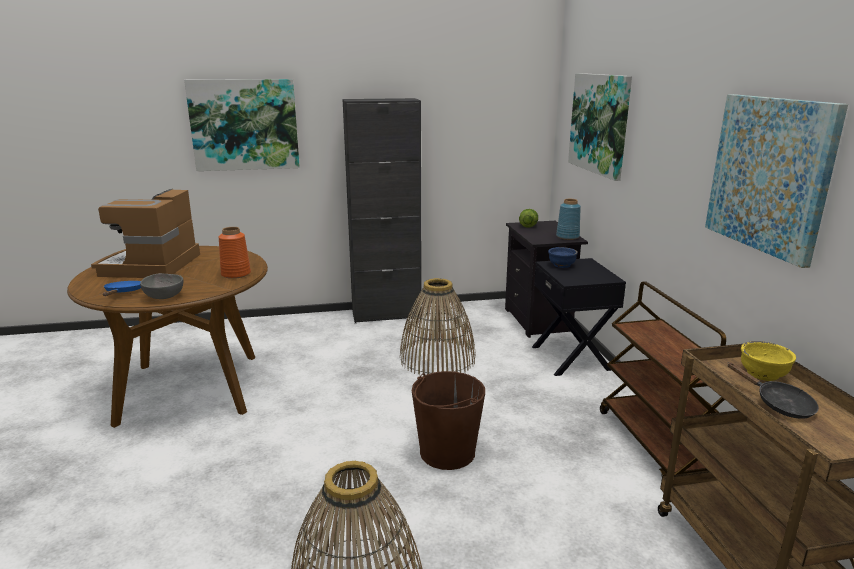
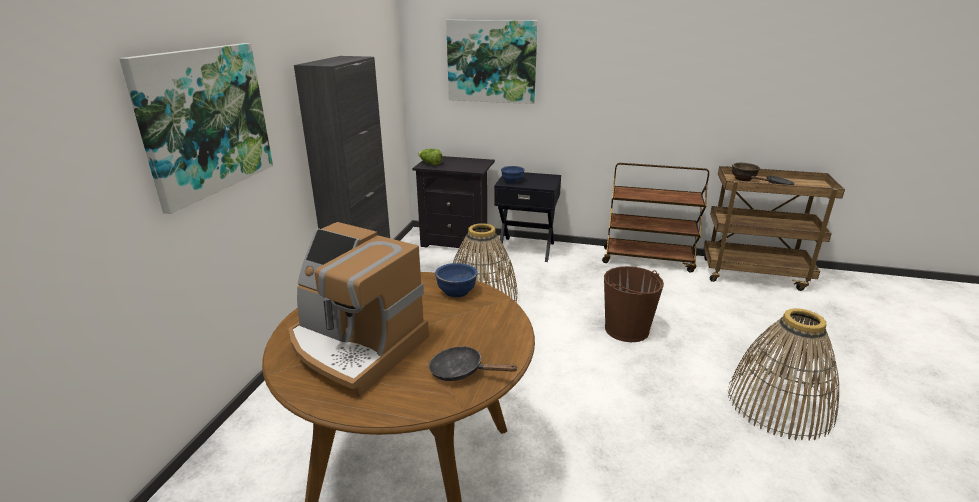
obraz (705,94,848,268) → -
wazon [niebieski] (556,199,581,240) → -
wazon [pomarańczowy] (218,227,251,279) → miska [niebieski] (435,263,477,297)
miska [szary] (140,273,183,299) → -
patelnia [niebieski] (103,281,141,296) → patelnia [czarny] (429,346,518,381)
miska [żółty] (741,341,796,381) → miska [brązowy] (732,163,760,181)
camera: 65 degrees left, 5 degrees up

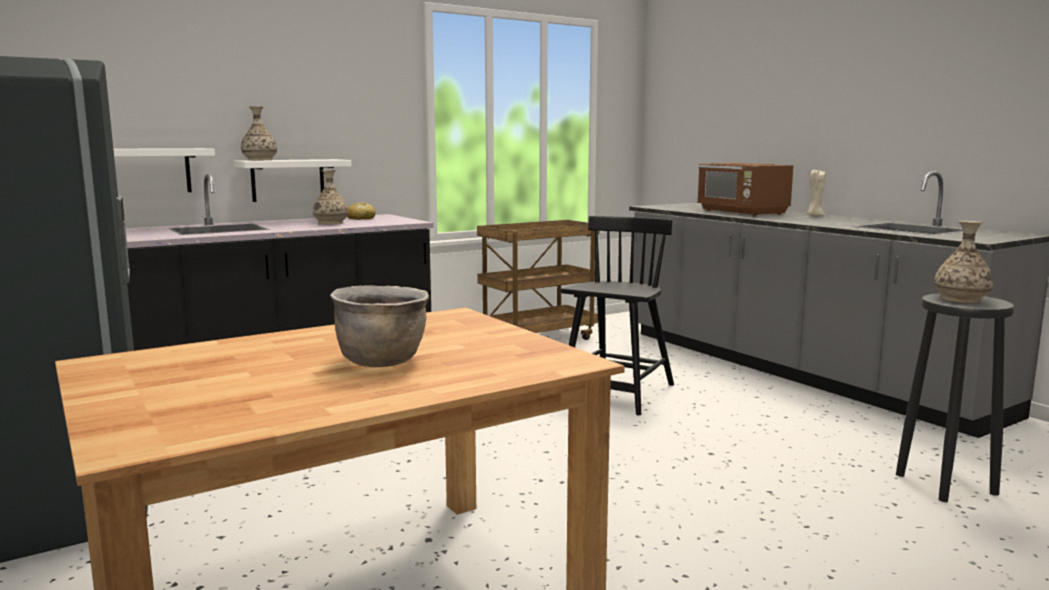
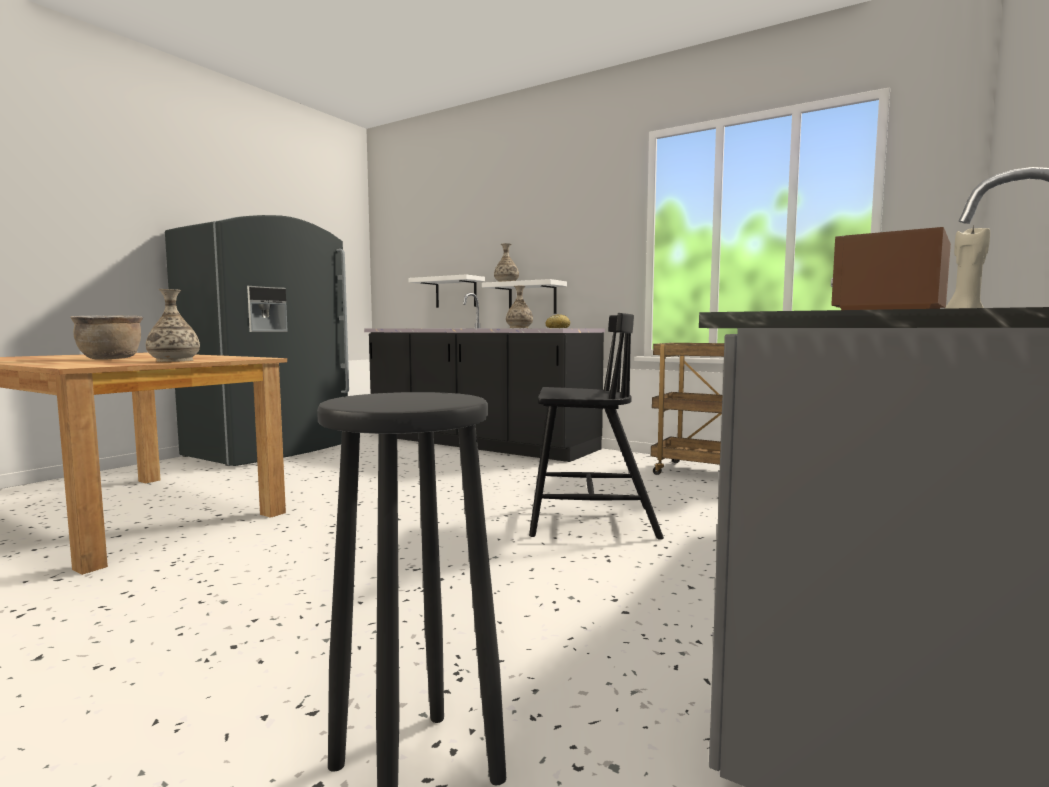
wazon (934,221,993,303) → wazon (146,289,200,362), move
camera: 65 degrees right, 5 degrees down

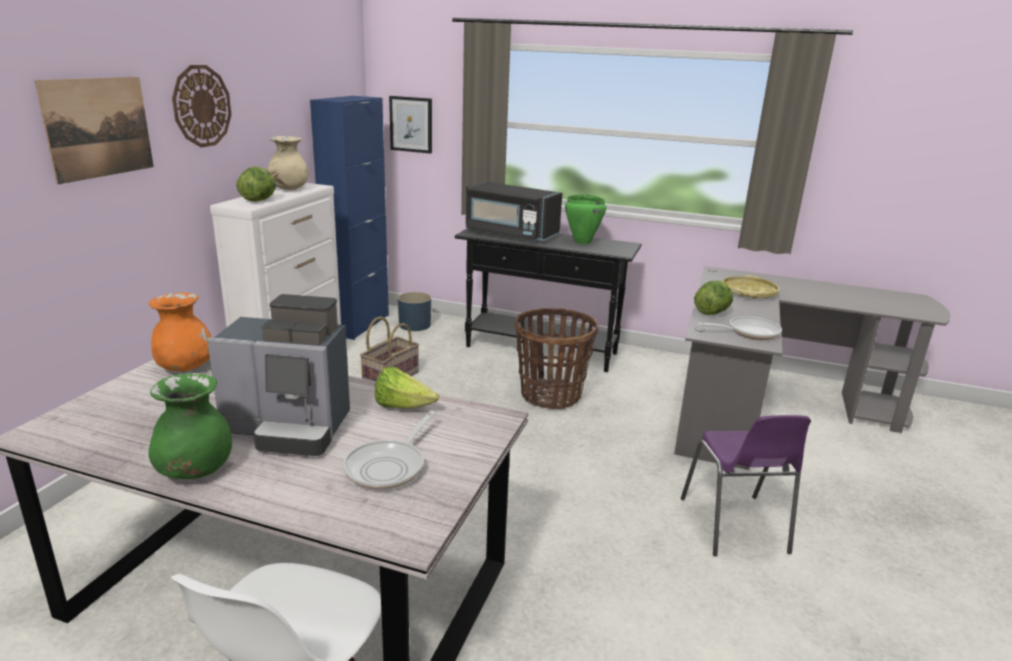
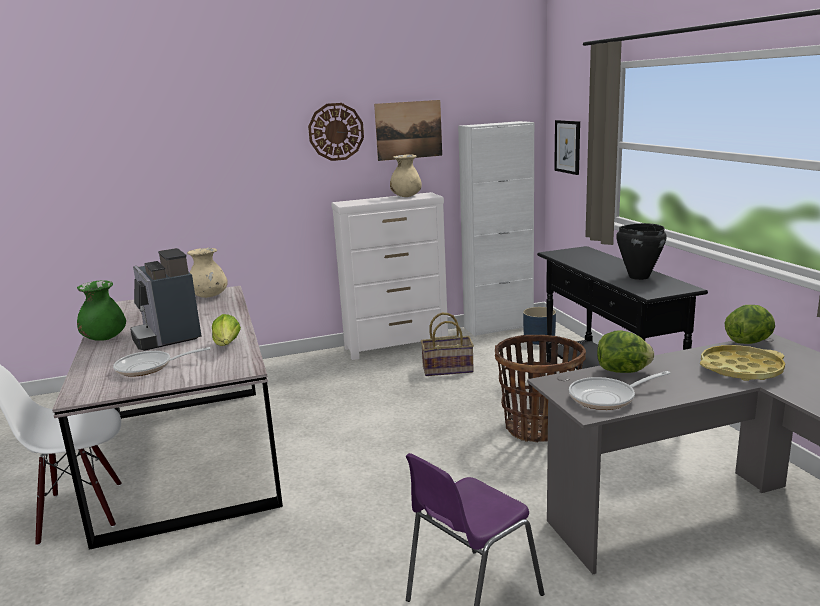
obraz (34,77,154,184) → obraz (374,100,442,161), move
szafka [niebieski] (310,96,389,340) → szafka [biały] (458,121,534,337)
sałata (236,167,276,201) → sałata (724,305,775,344), move
mikrofalówka [czarny] (466,181,562,242) → -
garnek [zielony] (565,194,606,244) → garnek [czarny] (616,223,667,280)
wazon [pomarańczowy] (149,292,211,371) → wazon [beżowy] (187,248,228,298)
patelnia (698,316,782,340) → patelnia (569,371,670,410), 120 degrees clockwise
camera: 55 degrees right, 5 degrees down

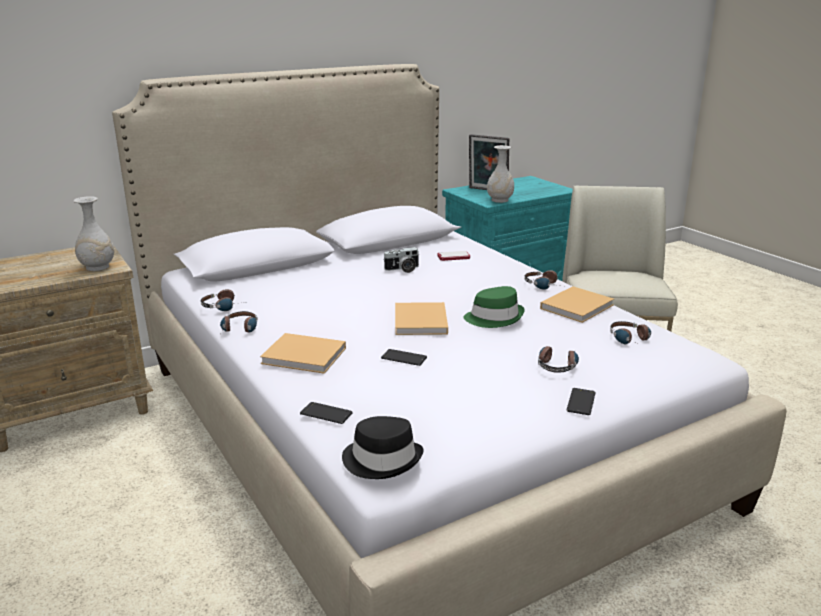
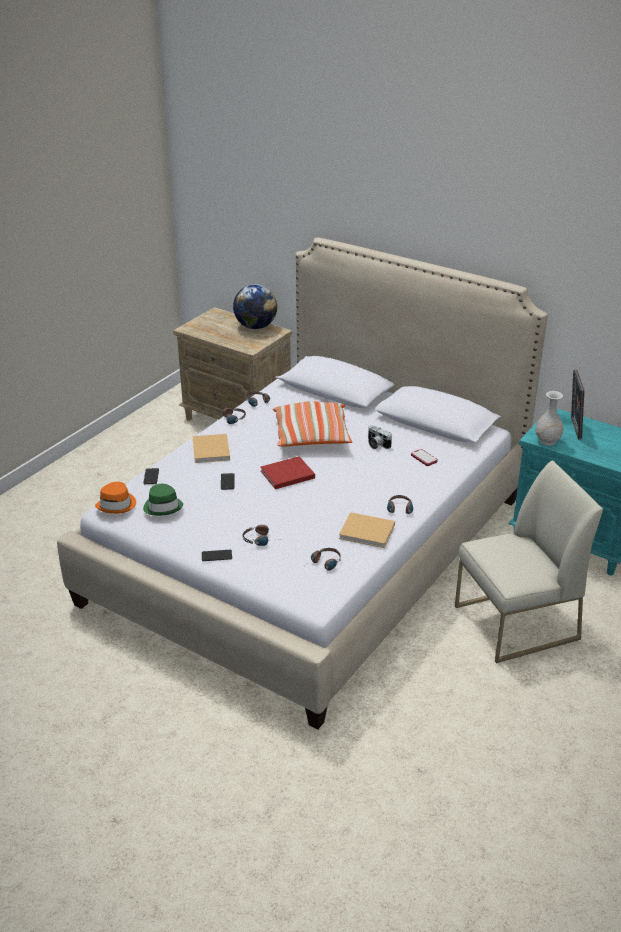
wazon [biały] (74,196,114,271) → -
kapelusz [zielony] (464,286,525,328) → kapelusz [zielony] (143,484,183,516), move
książka [beżowy] (395,302,448,335) → książka [czerwony] (261,456,315,489)
kapelusz [czarny] (342,416,424,479) → kapelusz [pomarańczowy] (95,482,136,514)
- → globus (233,284,277,329)
- → poduszka (273,401,352,446)
camera: 65 degrees right, 10 degrees up

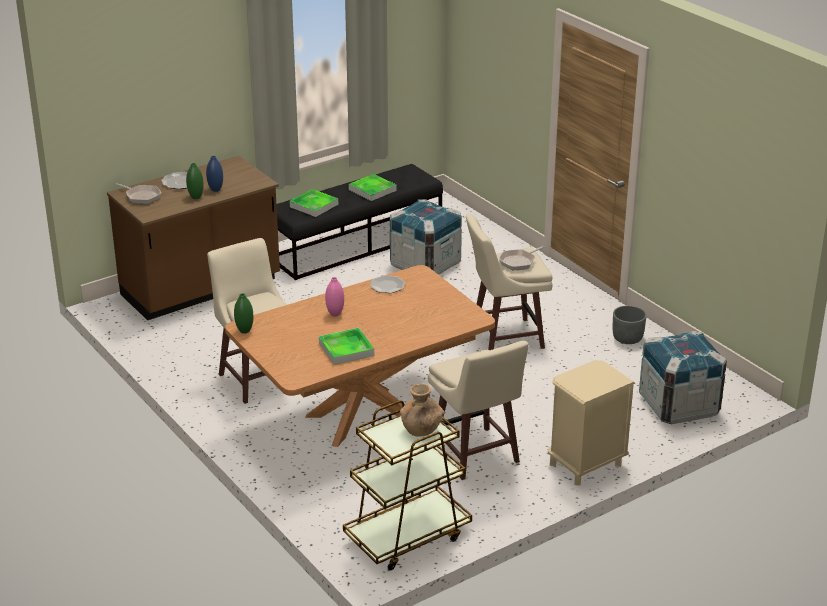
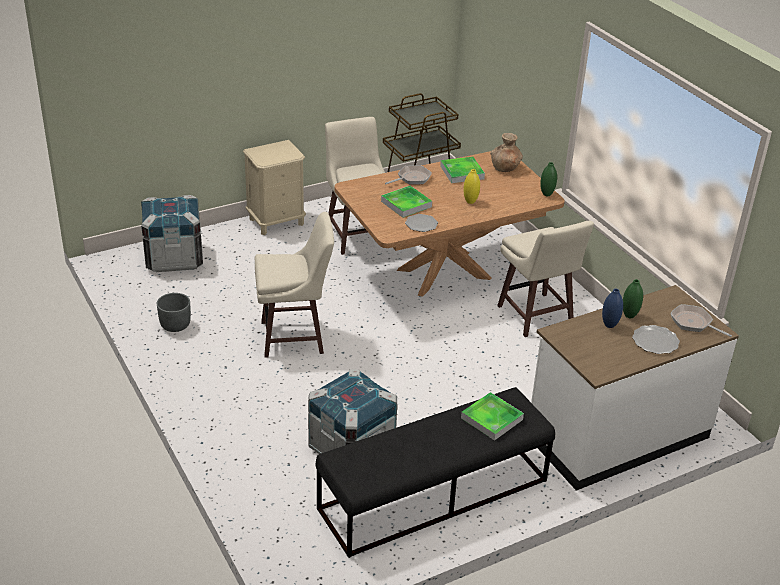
zabudowa kuchenna [brązowy] (107,156,280,320) → zabudowa kuchenna [biały] (531,285,739,491)
taca (349,174,397,201) → taca (381,186,432,218), move
patelnia (499,246,545,270) → patelnia (385,165,432,185), move
wazon [różowy] (325,277,344,317) → wazon [żółty] (463,169,480,204)
wazon [brązowy] (400,383,444,437) → wazon [brązowy] (490,133,523,172), move
camera: 175 degrees left, 5 degrees up

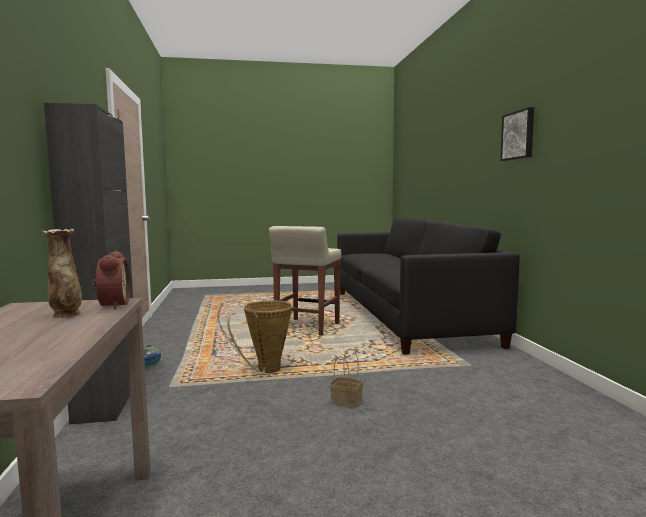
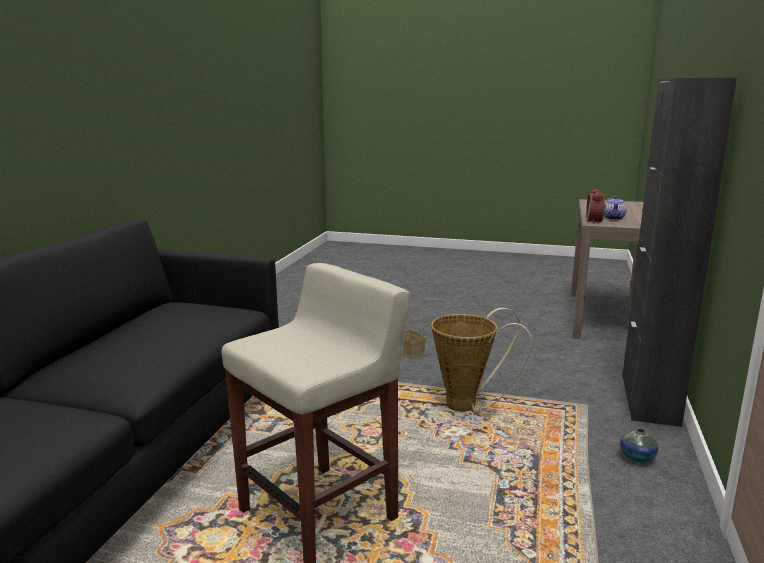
obraz (500,107,534,161) → -
wazon (41,229,82,318) → imbryk (604,196,627,220)
camera: 155 degrees left, 10 degrees up

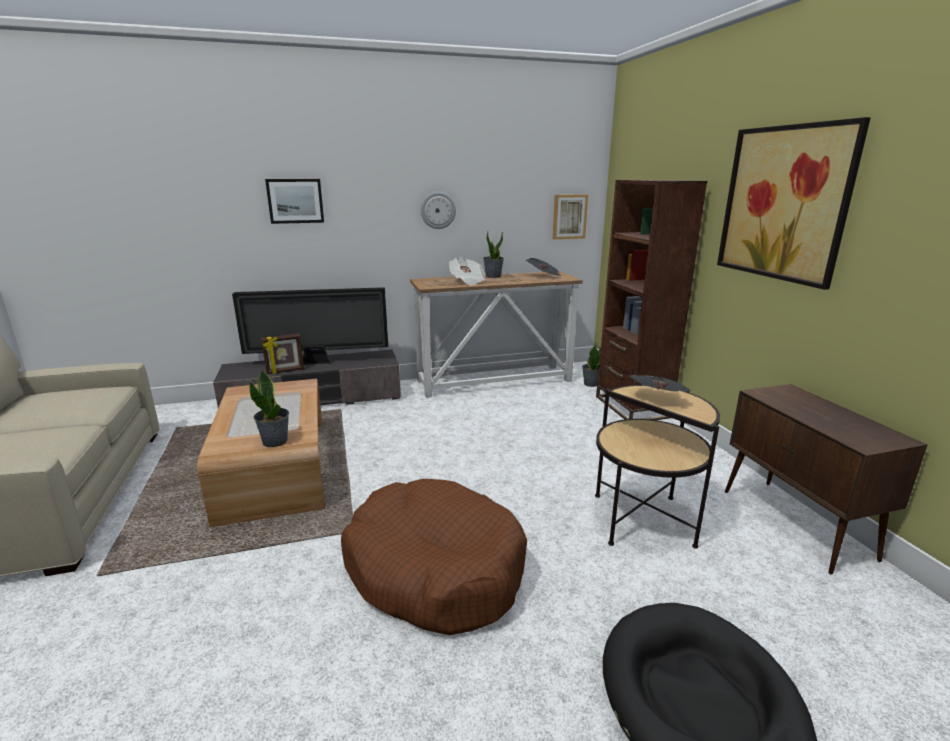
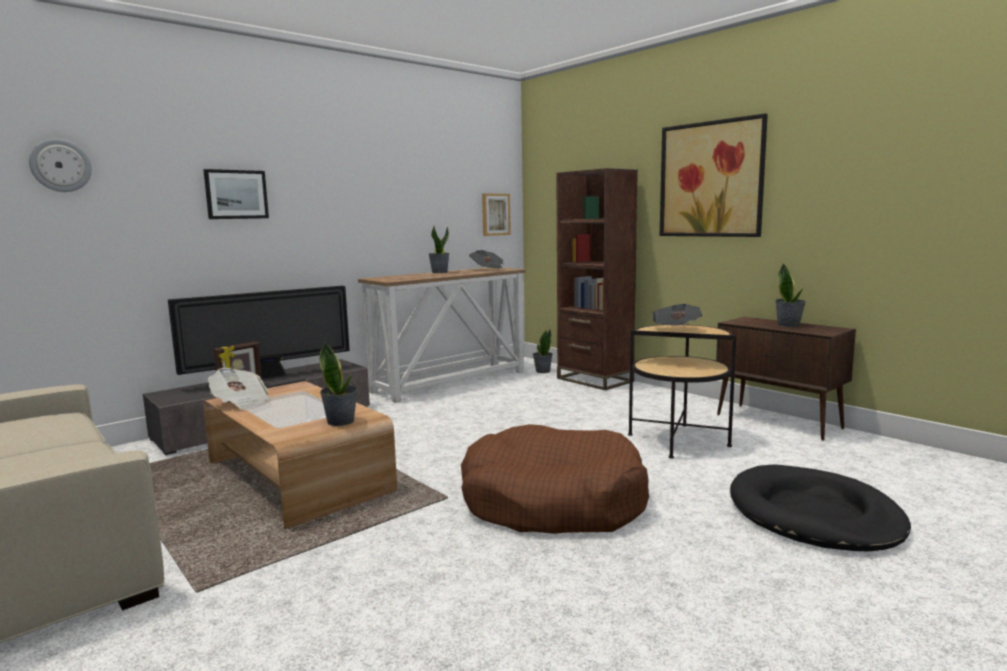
zegar ścienny (421,192,456,229) → zegar ścienny (29,139,92,192), move
gazeta (449,257,486,285) → gazeta (208,368,270,410), move
- → roślina doniczkowa (775,264,806,327)
camera: 25 degrees left, 10 degrees down

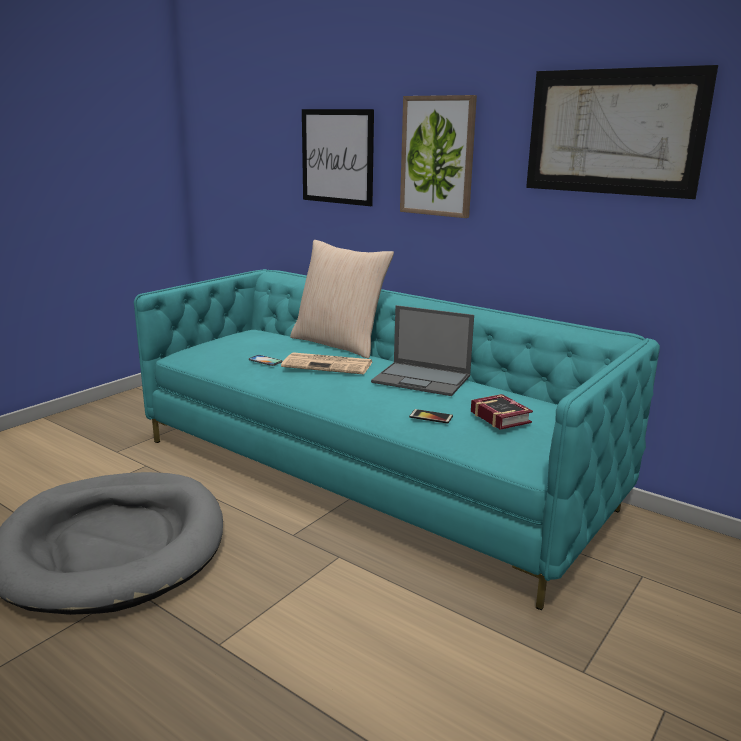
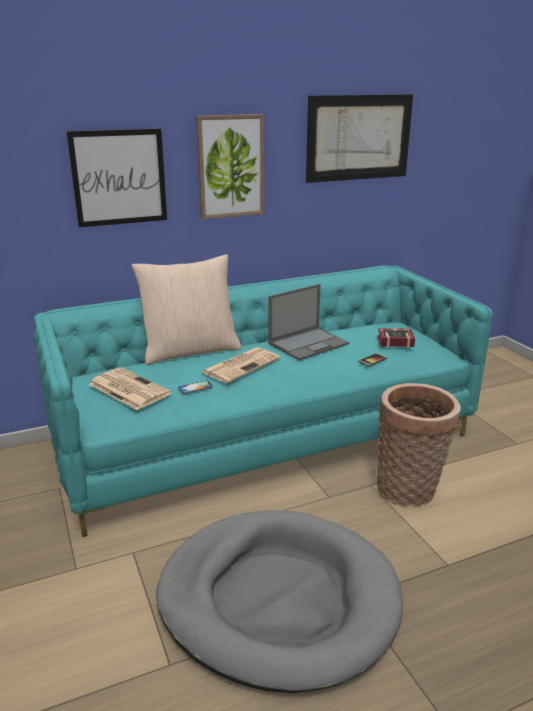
- → gazeta (89,368,171,410)
- → koszyk (377,383,461,507)
camera: 60 degrees left, 5 degrees up

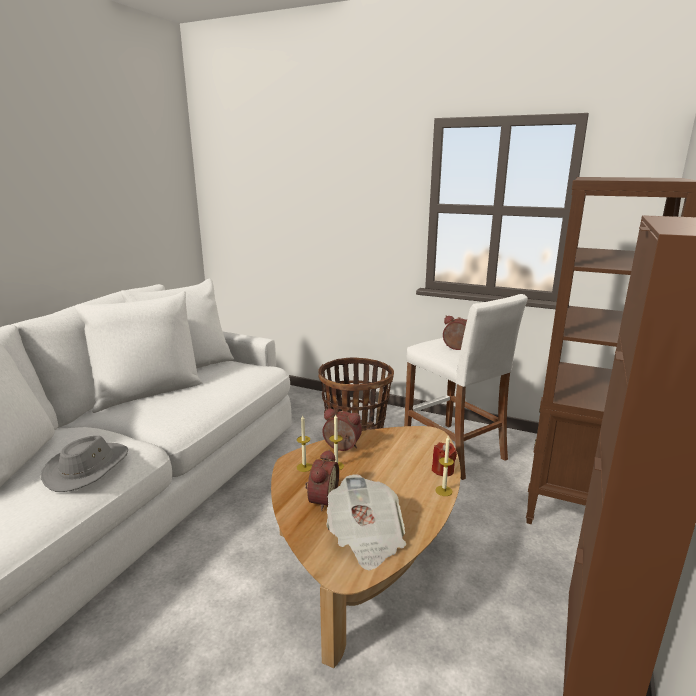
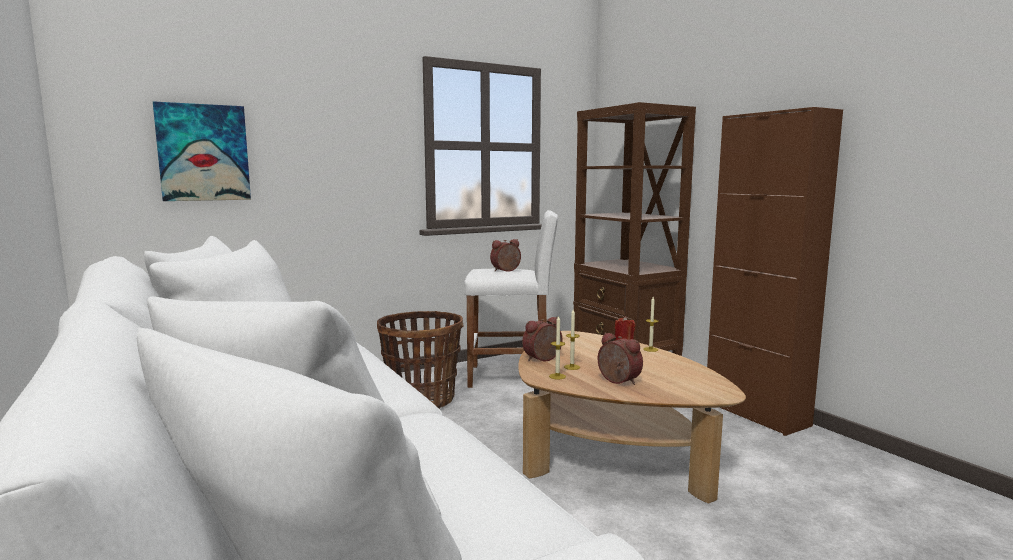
kapelusz [szary] (41,436,128,492) → -
gazeta (326,474,406,571) → -
- → obraz (153,101,251,201)
camera: 55 degrees left, 10 degrees down

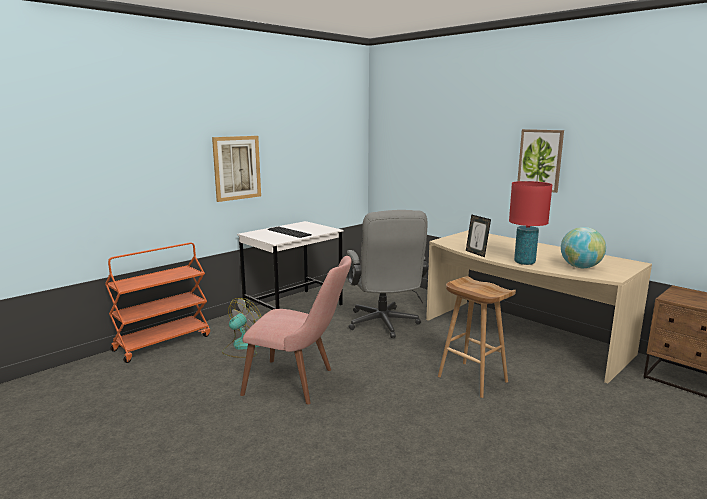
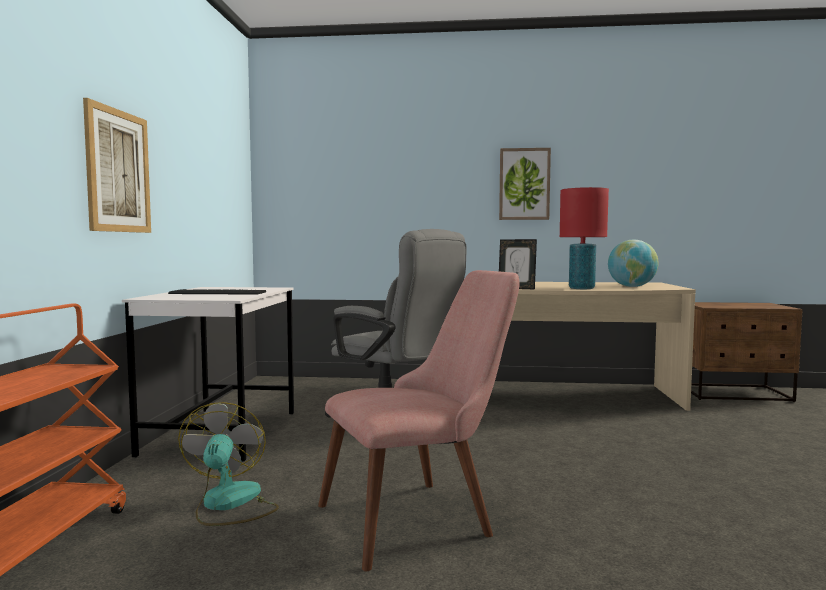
stołek [brązowy] (438,276,516,398) → -
camera: 40 degrees left, 10 degrees down

